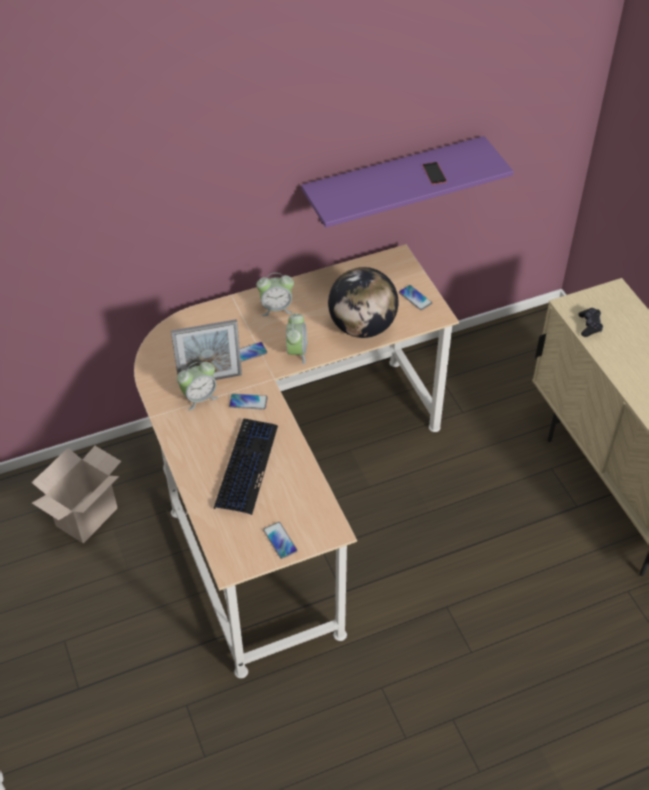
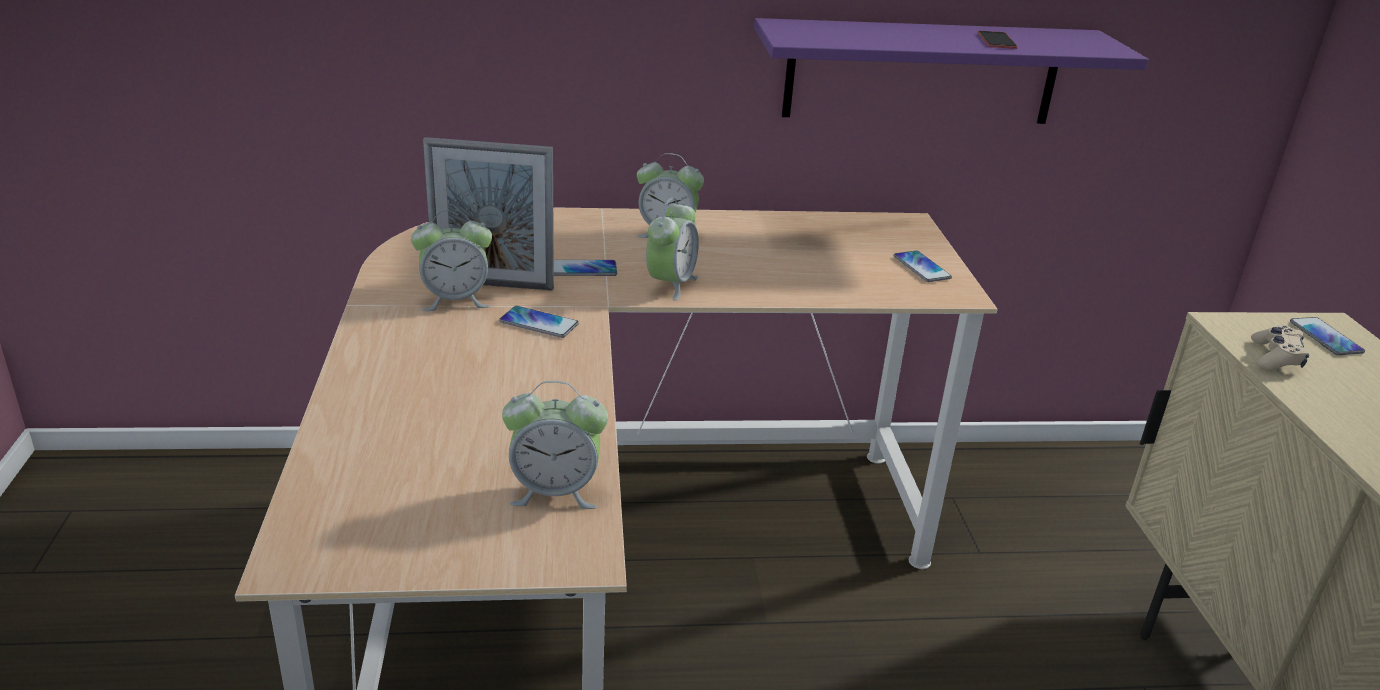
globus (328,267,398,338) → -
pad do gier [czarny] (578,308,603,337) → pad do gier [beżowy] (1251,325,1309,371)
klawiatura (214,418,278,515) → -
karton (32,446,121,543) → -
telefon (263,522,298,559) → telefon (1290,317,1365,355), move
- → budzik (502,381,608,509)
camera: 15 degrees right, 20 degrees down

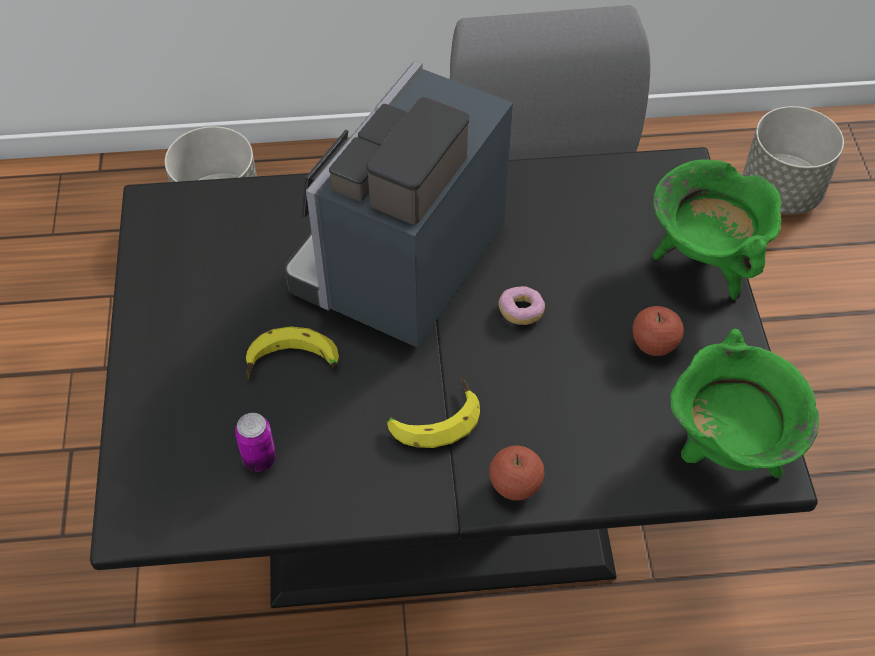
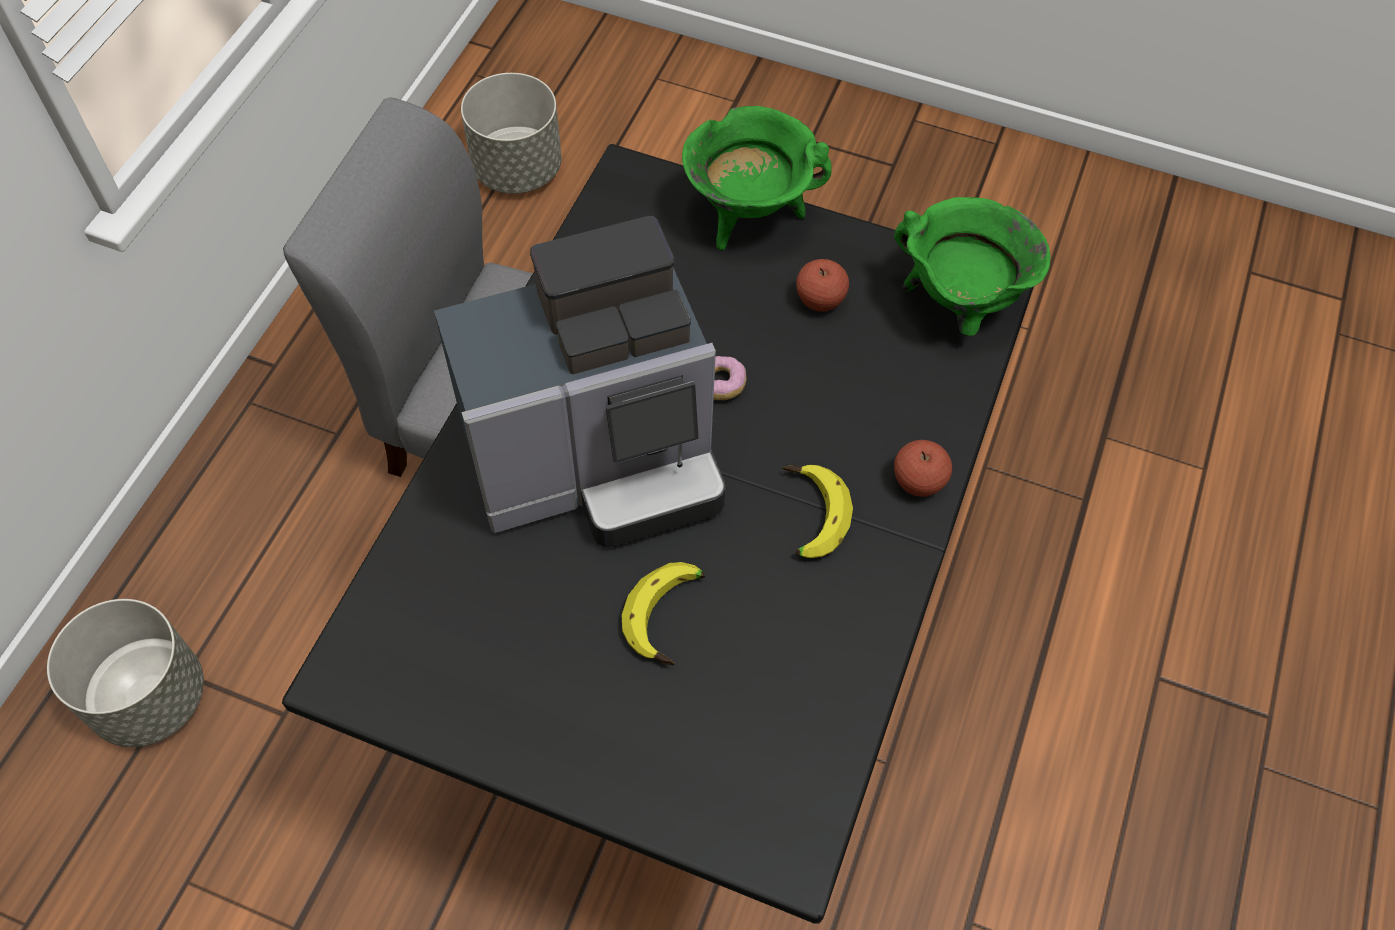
ekspres do kawy (285,61,513,348) → ekspres do kawy (434,216,725,547), 75 degrees counterclockwise
puszka (235,413,276,471) → -
camera: 65 degrees left, 5 degrees up

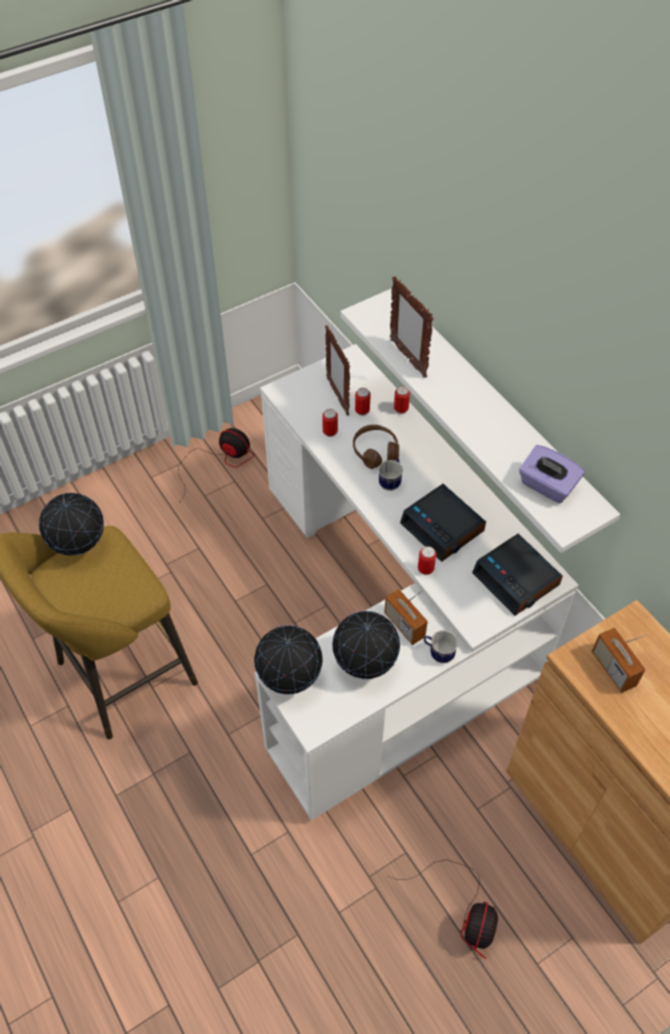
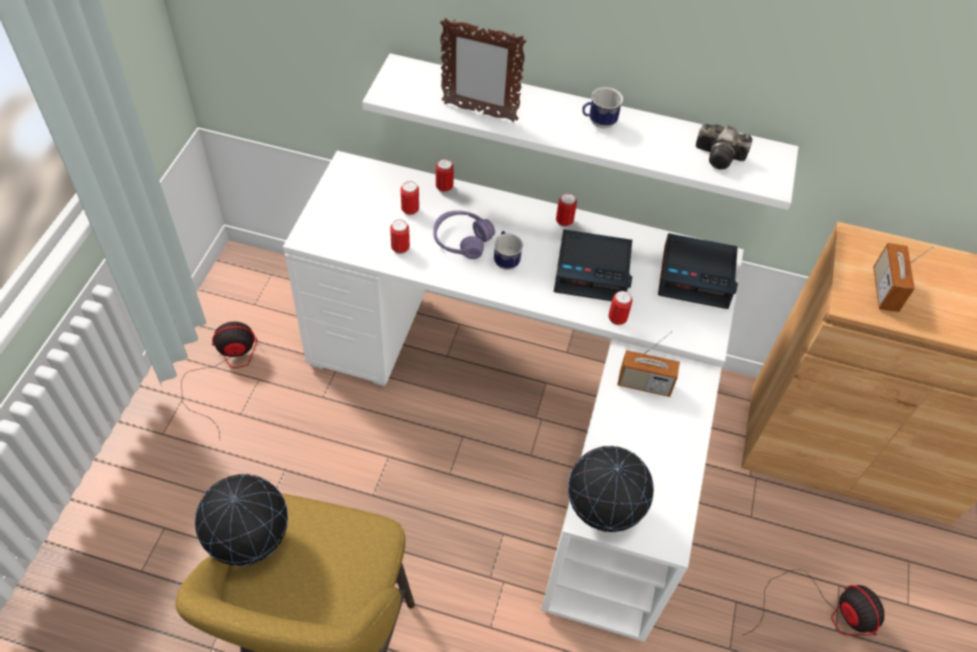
ramka na zdjęcie (325,325,350,416) → -
słuchawki [brązowy] (353,425,399,469) → słuchawki [fioletowy] (433,210,495,259)
pudełko chusteczek [fioletowy] (519,445,585,503) → aparat fotograficzny (696,124,753,170)
globus (332,611,400,679) → -
radio (592,627,648,693) → radio (873,243,934,312), 75 degrees clockwise
kubek (424,630,458,663) → kubek (583,87,623,128), move
- → puszka (556,193,577,227)
camera: 45 degrees left, 0 degrees up

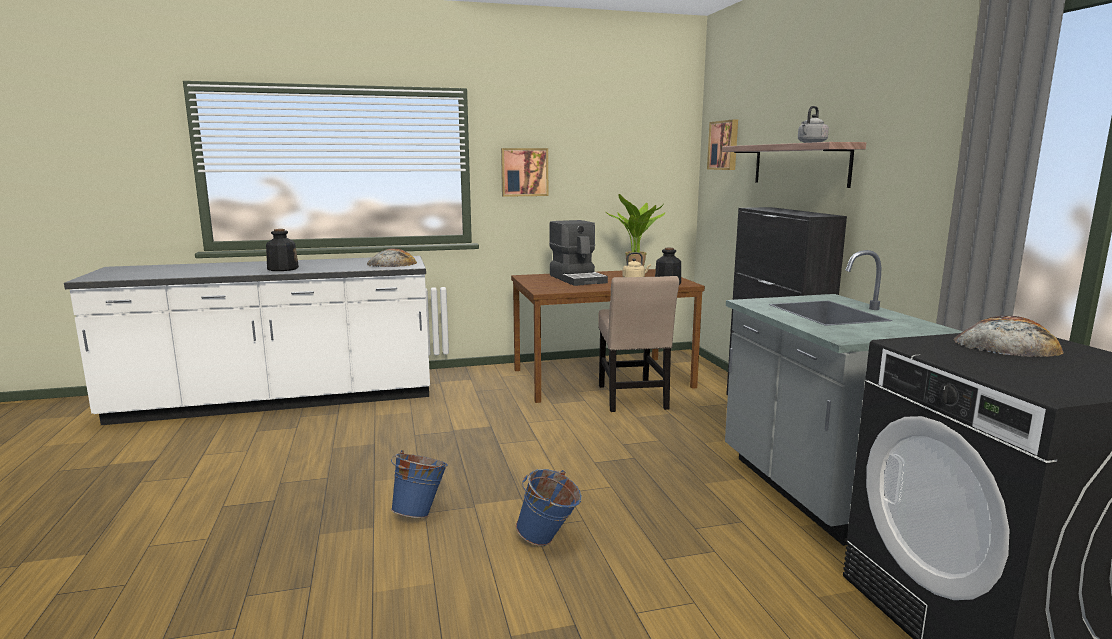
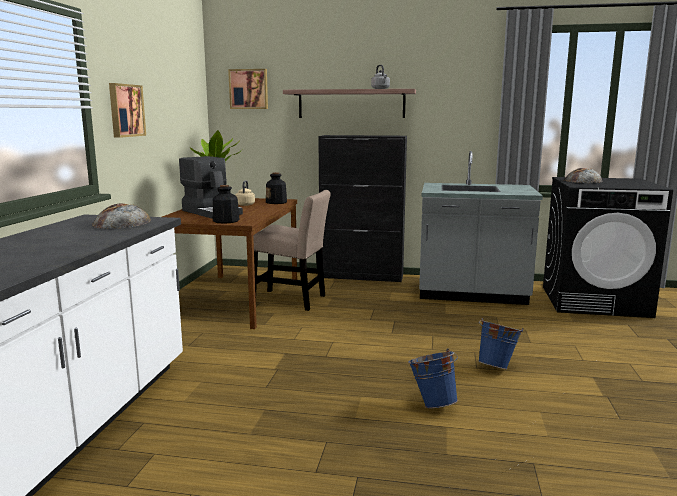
ekspres do kawy (549,220,608,286) → ekspres do kawy (179,156,243,219), 45 degrees clockwise
butelka (266,229,299,271) → butelka (213,185,240,224), move
camera: 65 degrees left, 0 degrees up

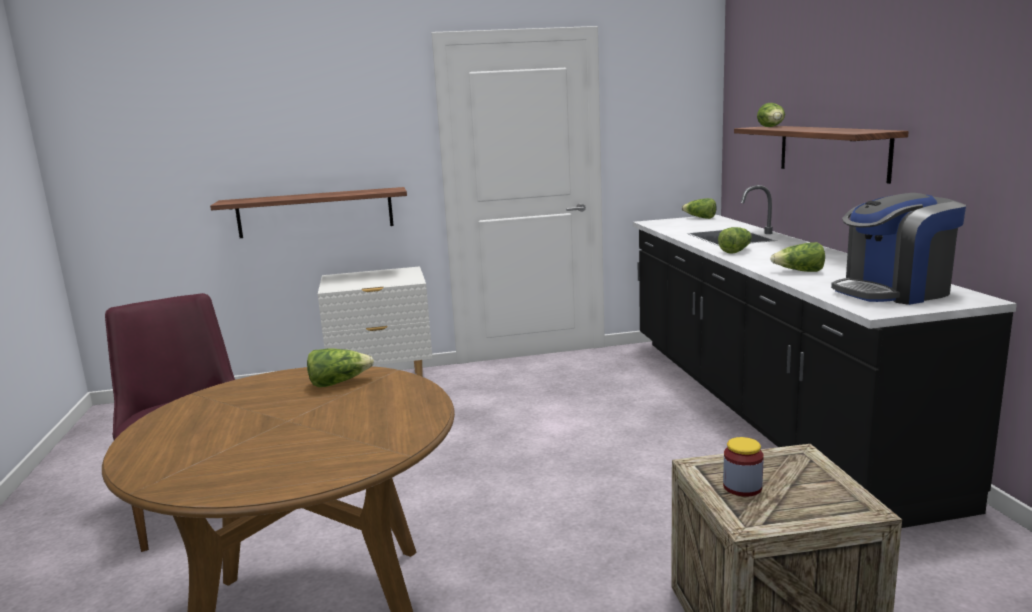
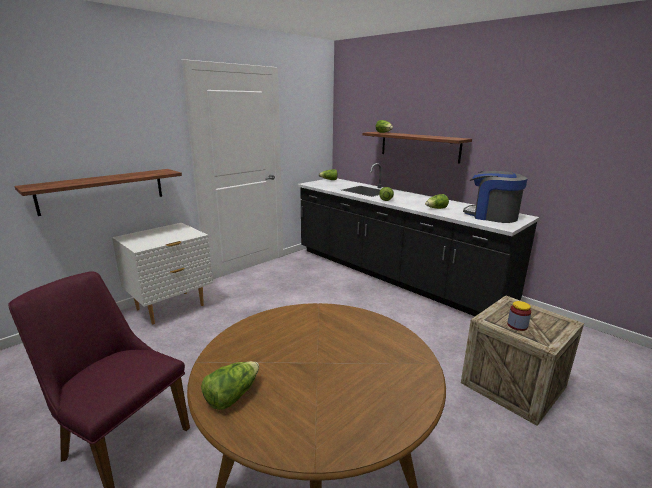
ekspres do kawy (831,193,966,305) → ekspres do kawy (463,171,528,223), 90 degrees clockwise
sałata (307,348,374,387) → sałata (201,361,259,410), move
camera: 35 degrees left, 5 degrees up

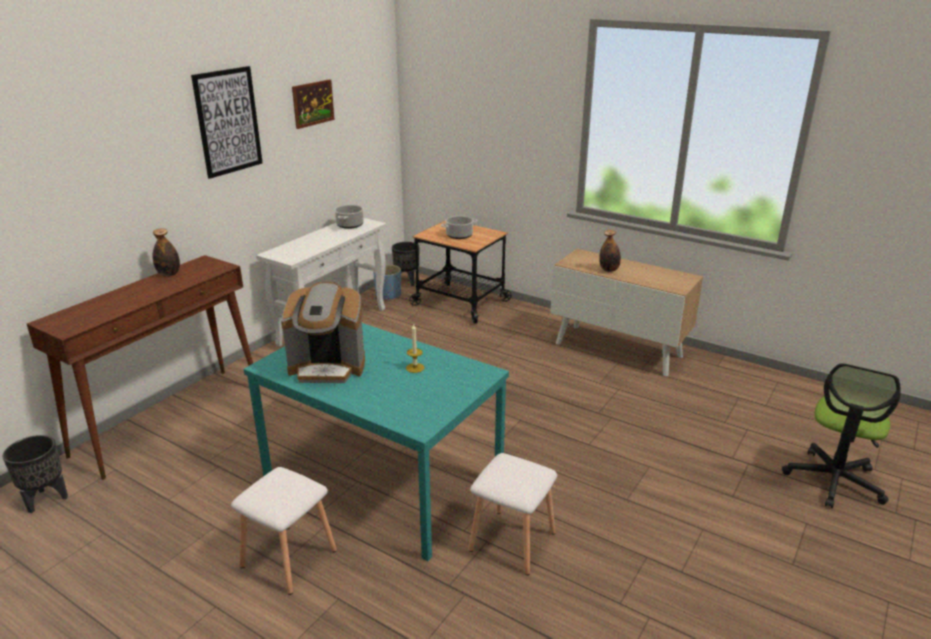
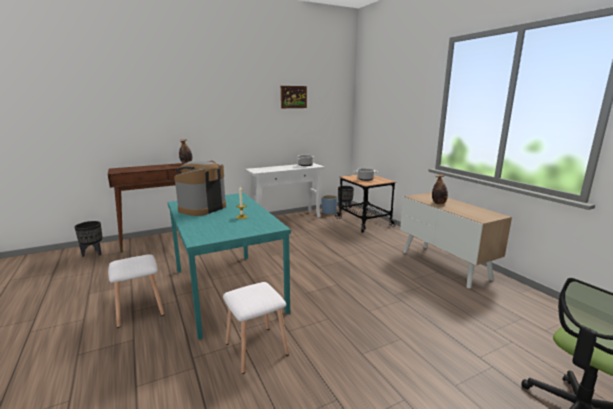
obraz (191,66,263,179) → -
ekspres do kawy (281,282,365,383) → ekspres do kawy (174,161,226,216), 90 degrees clockwise
camera: 30 degrees right, 10 degrees down

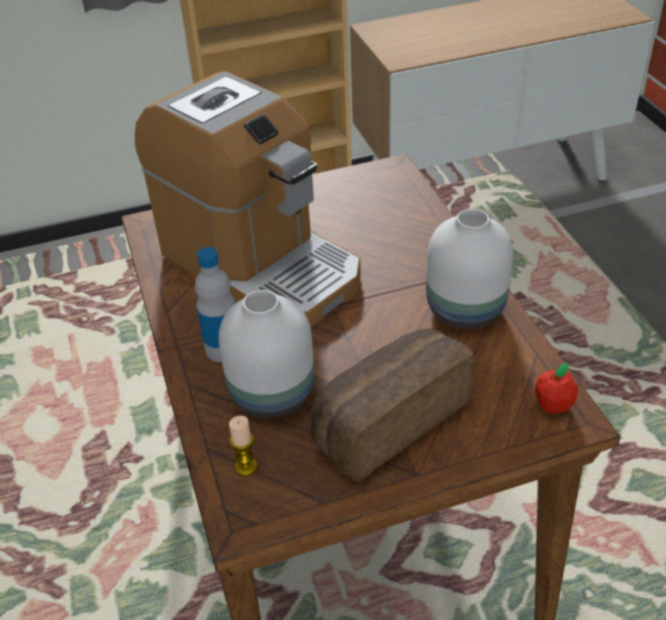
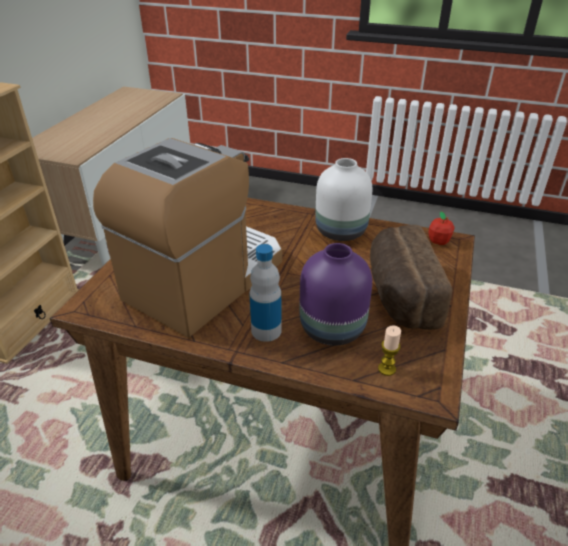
ekspres do kawy (135,71,361,328) → ekspres do kawy (93,138,282,337), 45 degrees counterclockwise
wazon [biały] (219,290,314,418) → wazon [fioletowy] (300,243,372,346)
camera: 55 degrees left, 5 degrees down

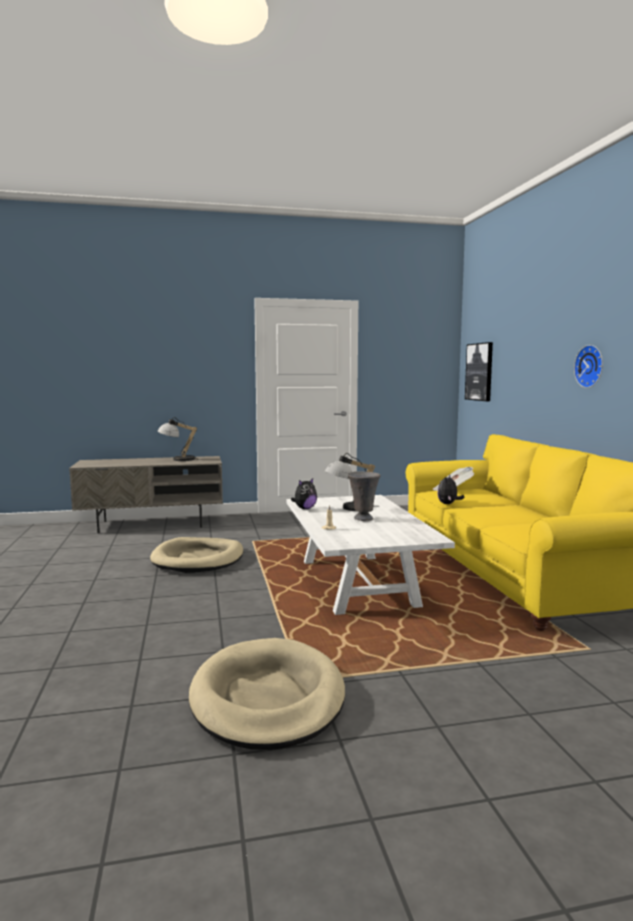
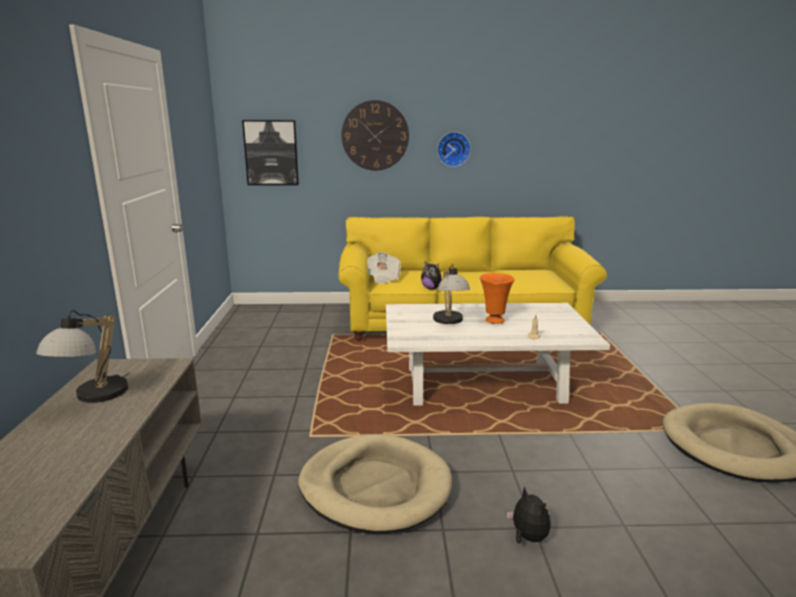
wazon [szary] (348,472,381,521) → wazon [pomarańczowy] (480,273,515,324)
pluszak (291,478,317,509) → pluszak (507,486,551,543), move
- → zegar ścienny (341,100,409,171)
camera: 80 degrees left, 10 degrees up

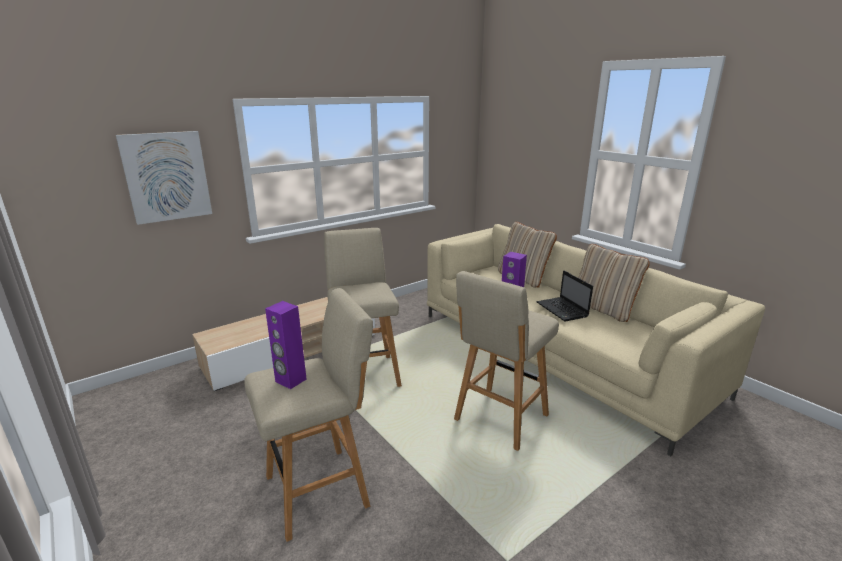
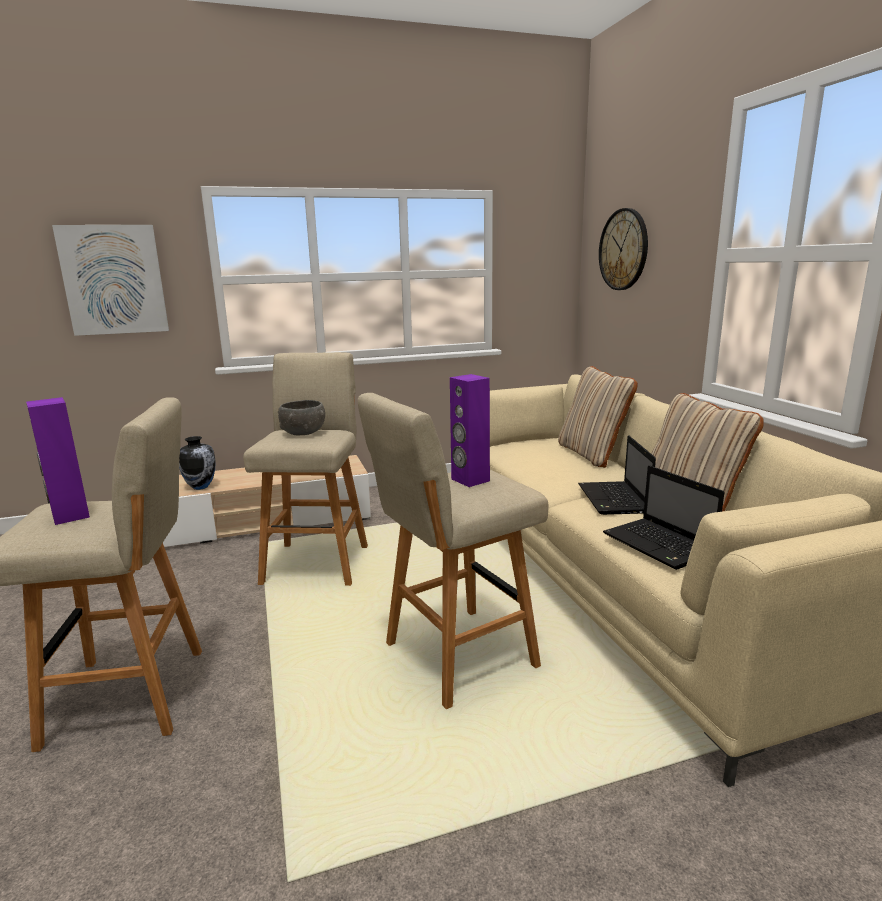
- → zegar ścienny (599,208,648,290)
- → miska [szary] (278,400,325,435)
- → wazon (179,436,216,490)
- → laptop (603,466,724,570)
camera: 20 degrees right, 5 degrees down

